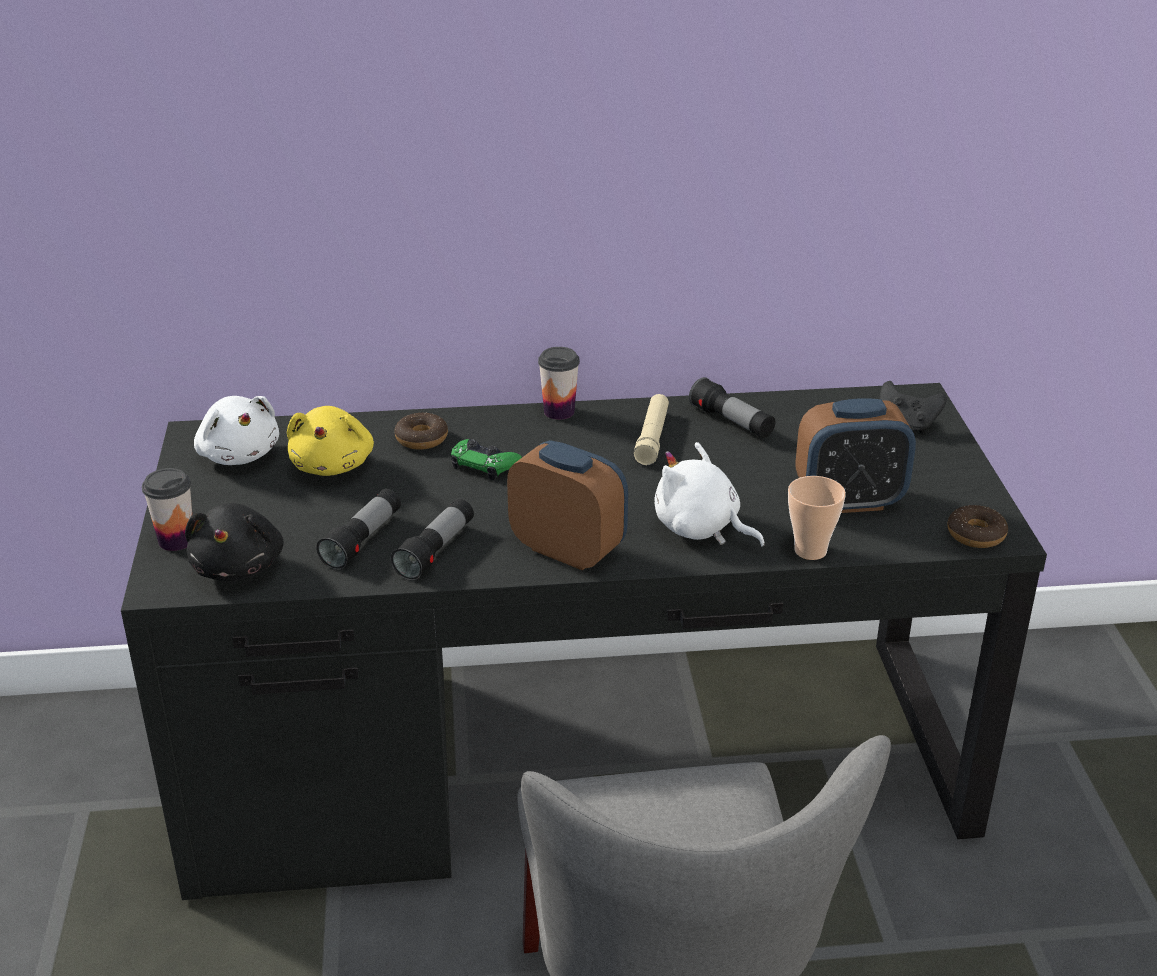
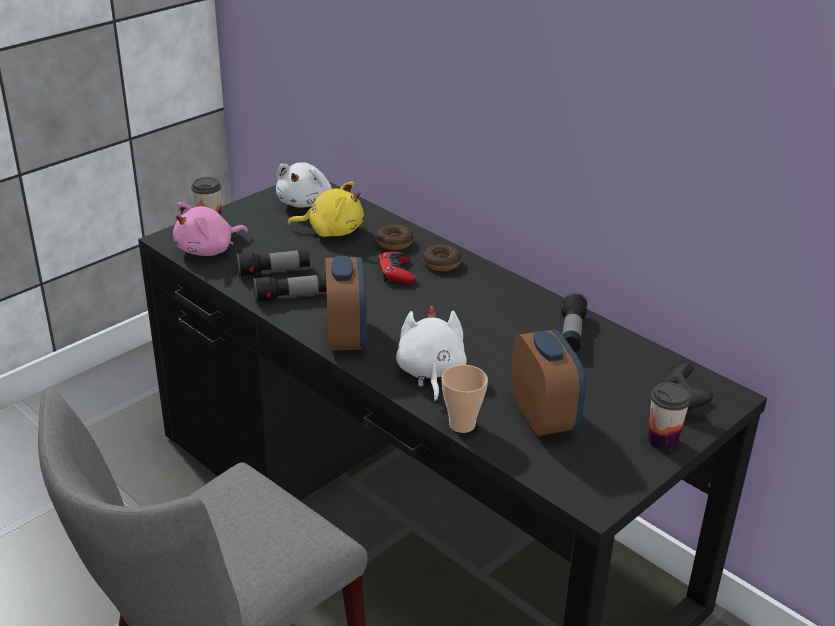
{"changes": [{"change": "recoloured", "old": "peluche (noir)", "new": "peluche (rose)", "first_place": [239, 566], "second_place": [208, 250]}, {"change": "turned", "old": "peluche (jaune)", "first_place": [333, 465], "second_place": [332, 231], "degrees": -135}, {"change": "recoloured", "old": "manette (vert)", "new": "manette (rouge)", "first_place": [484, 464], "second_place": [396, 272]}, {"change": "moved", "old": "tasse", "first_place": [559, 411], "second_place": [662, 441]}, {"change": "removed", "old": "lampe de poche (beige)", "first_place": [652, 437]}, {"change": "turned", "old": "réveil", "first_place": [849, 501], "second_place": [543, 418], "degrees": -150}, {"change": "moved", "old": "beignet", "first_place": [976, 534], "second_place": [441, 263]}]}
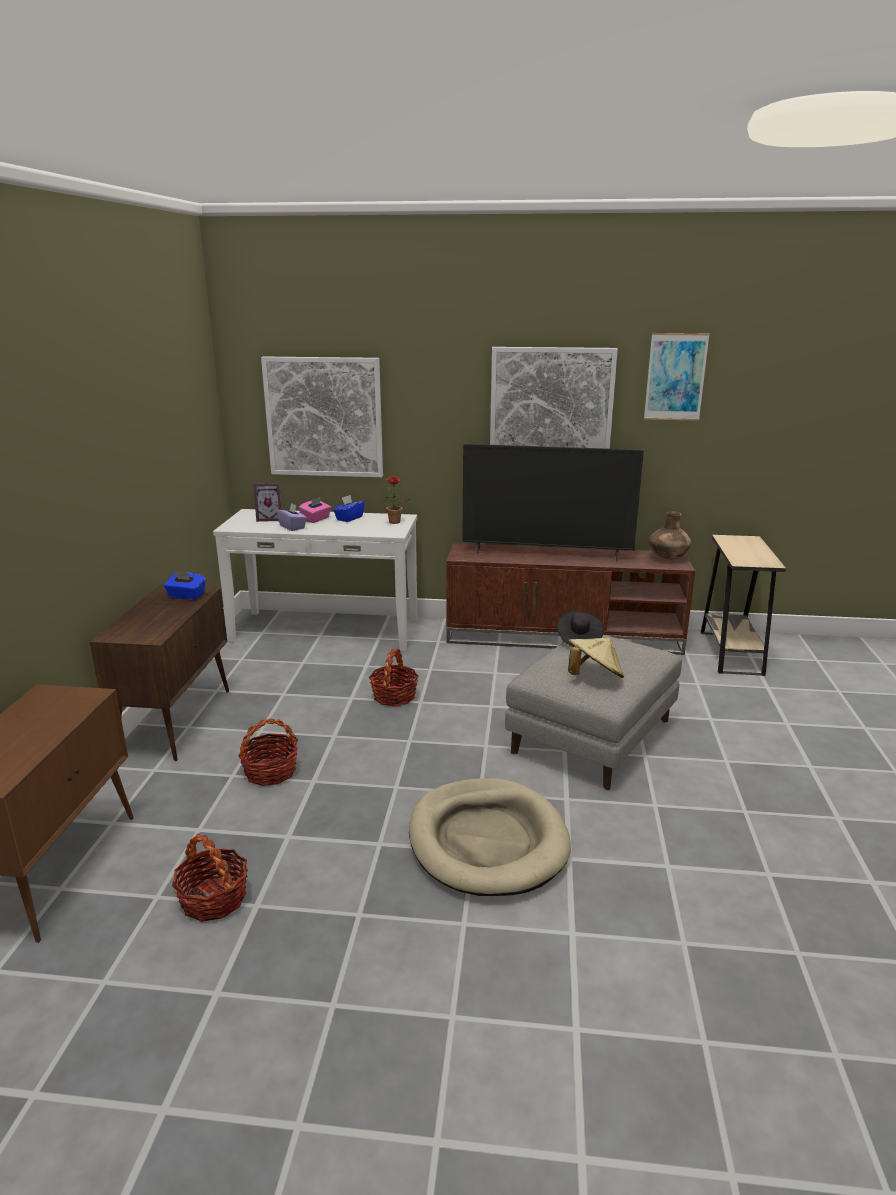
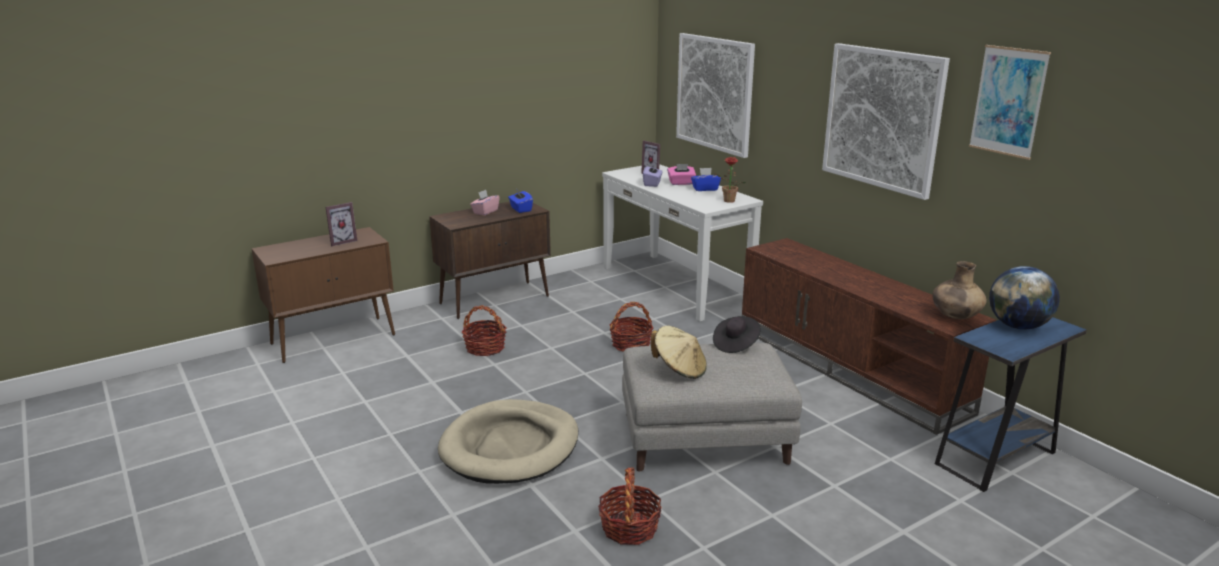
{"changes": [{"change": "moved", "old": "panier", "first_place": [213, 899], "second_place": [629, 528]}, {"change": "removed", "old": "téléviseur", "first_place": [546, 554]}, {"change": "recoloured", "old": "table d'appoint (beige)", "new": "table d'appoint (bleu)", "first_place": [731, 653], "second_place": [995, 458]}, {"change": "added", "new": "cadre photo", "second_place": [341, 241]}, {"change": "added", "new": "boîte à mouchoirs (rose)", "second_place": [485, 212]}, {"change": "added", "new": "globe", "second_place": [1018, 326]}]}
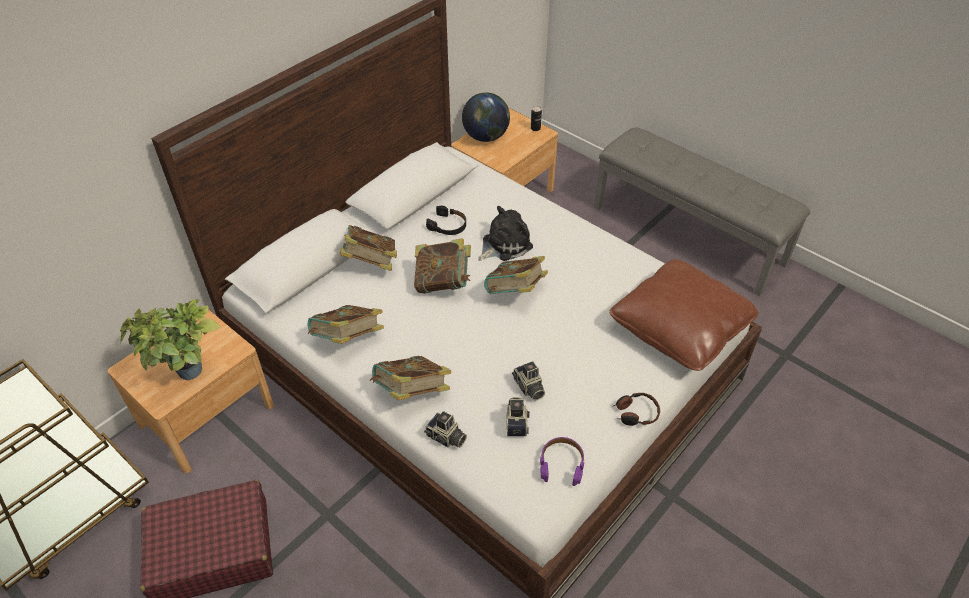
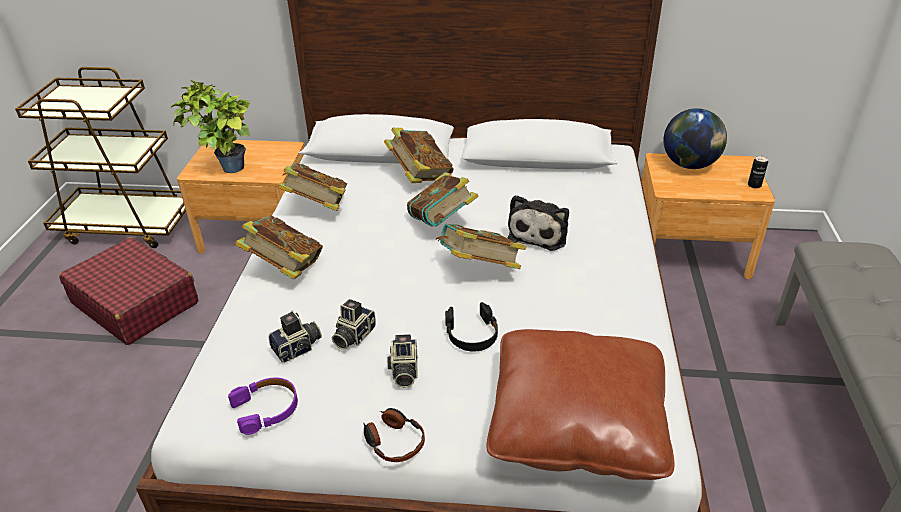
{"changes": [{"change": "moved", "old": "appareil photo", "first_place": [446, 438], "second_place": [403, 371]}, {"change": "moved", "old": "casque audio (noir)", "first_place": [448, 225], "second_place": [472, 334]}, {"change": "turned", "old": "peluche", "first_place": [504, 244], "second_place": [539, 233], "degrees": 90}]}
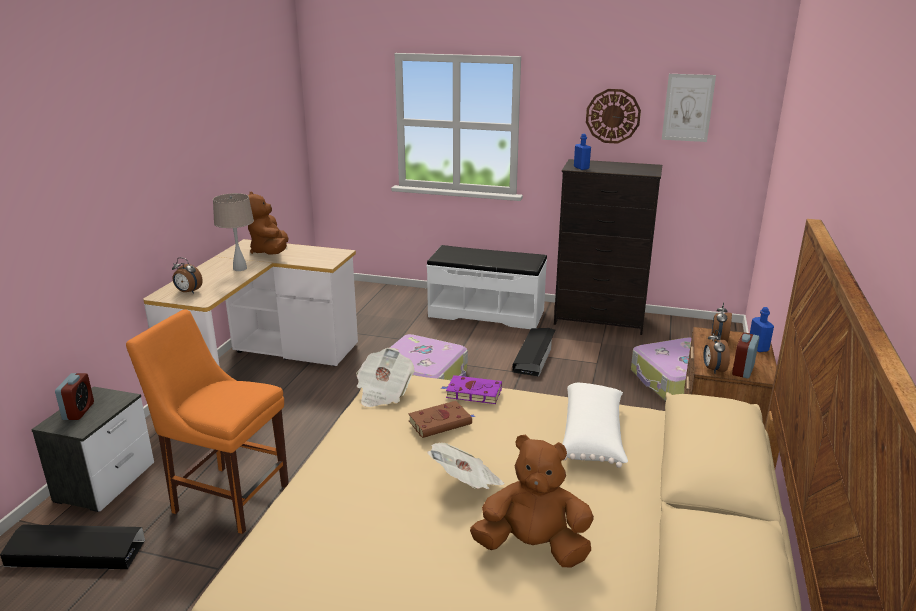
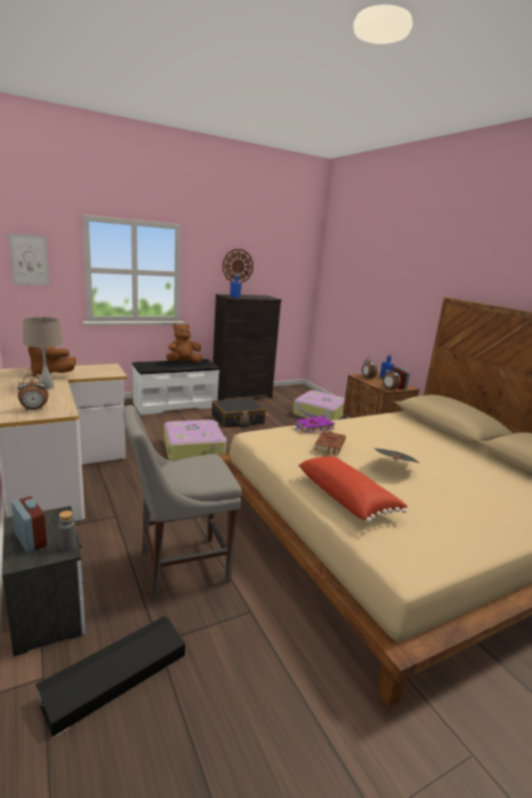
{"changes": [{"change": "recoloured", "old": "chaise (orange)", "new": "chaise (gris)", "first_place": [227, 496], "second_place": [179, 567]}, {"change": "removed", "old": "journal", "first_place": [383, 392]}, {"change": "moved", "old": "peluche (marron)", "first_place": [533, 547], "second_place": [183, 362]}, {"change": "replaced", "old": "boîte de rangement (noir)", "new": "valise (noir)", "first_place": [535, 355], "second_place": [237, 420]}, {"change": "removed", "old": "coussin (blanc)", "first_place": [593, 436]}, {"change": "moved", "old": "tableau", "first_place": [688, 108], "second_place": [29, 260]}, {"change": "added", "new": "bouteille (gris)", "second_place": [68, 547]}, {"change": "added", "new": "coussin (rouge)", "second_place": [347, 498]}]}
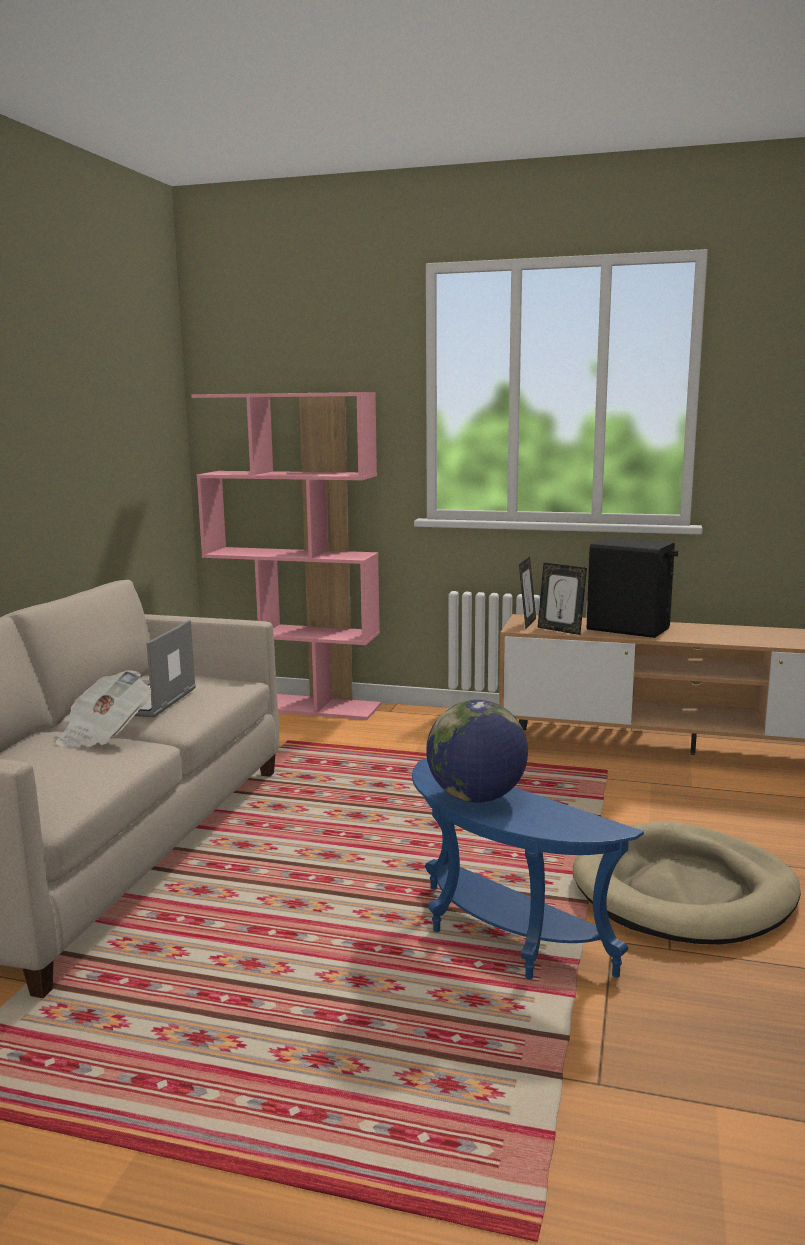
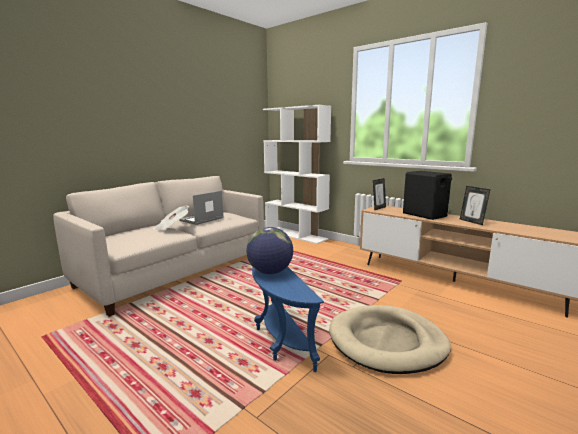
{"changes": [{"change": "recoloured", "old": "bibliothèque (rose)", "new": "bibliothèque (blanc)", "first_place": [297, 705], "second_place": [296, 235]}, {"change": "moved", "old": "cadre photo", "first_place": [560, 630], "second_place": [472, 222]}]}
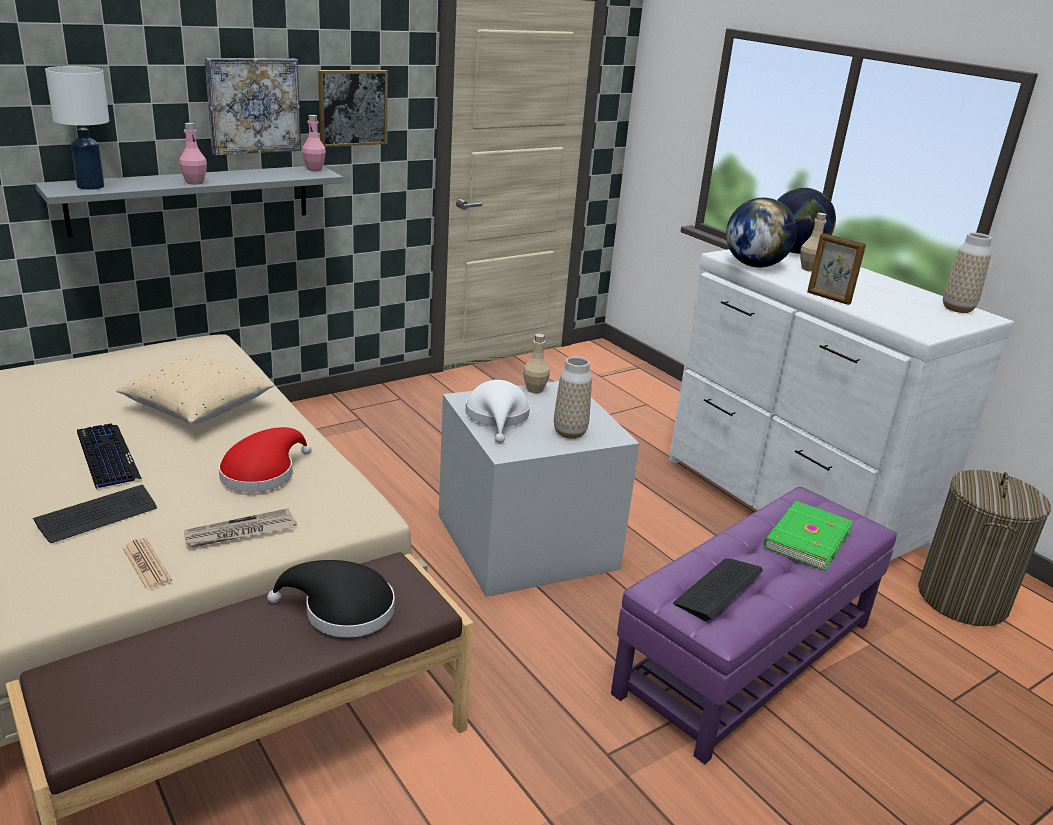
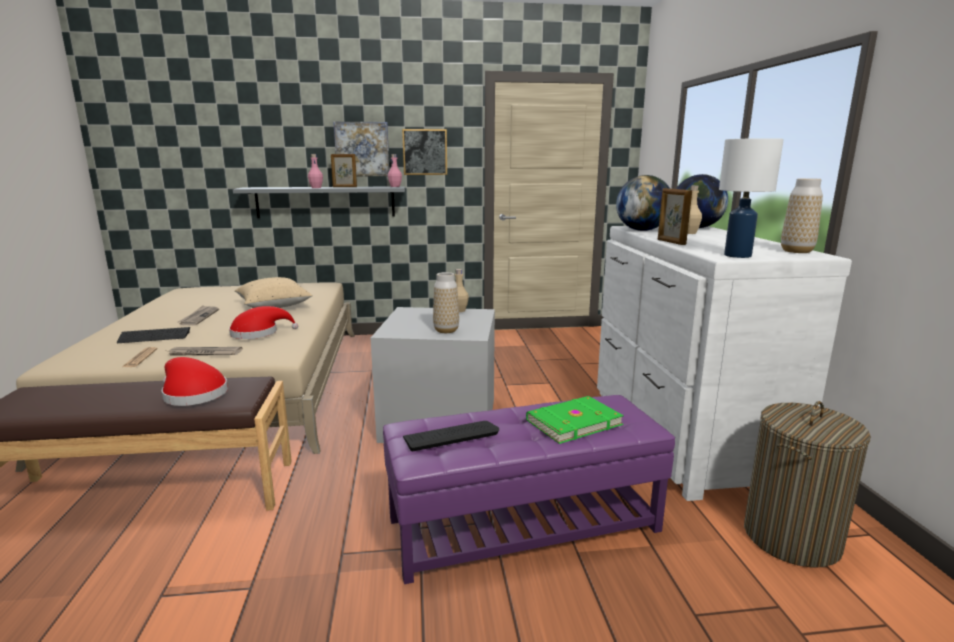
{"changes": [{"change": "moved", "old": "lampe de table (blanc)", "first_place": [89, 186], "second_place": [736, 255]}, {"change": "replaced", "old": "clavier", "new": "journal", "first_place": [107, 456], "second_place": [199, 317]}, {"change": "recoloured", "old": "chapeau (noir)", "new": "chapeau (rouge)", "first_place": [342, 611], "second_place": [192, 394]}, {"change": "removed", "old": "chapeau (blanc)", "first_place": [497, 417]}, {"change": "added", "new": "cadre photo", "second_place": [344, 187]}]}
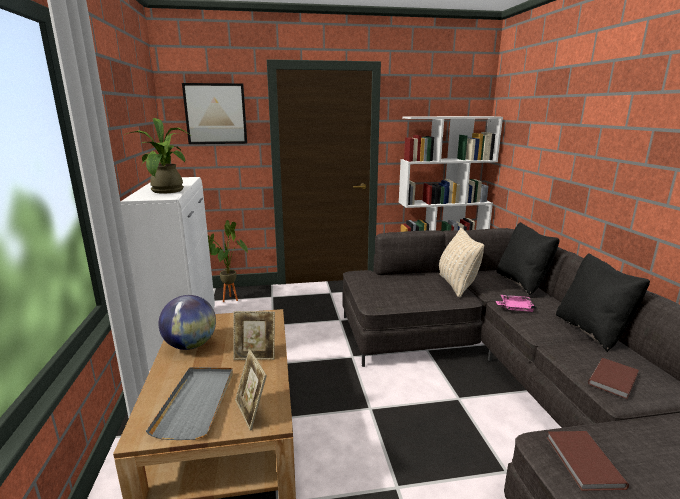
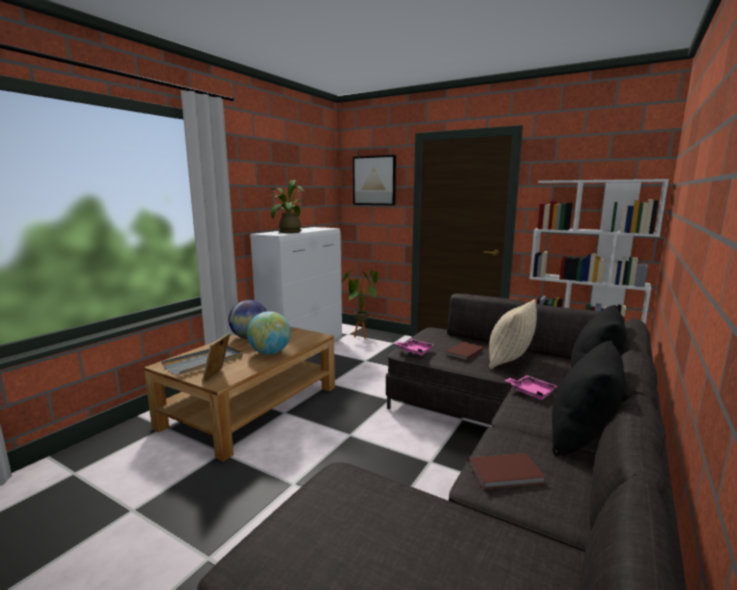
{"changes": [{"change": "replaced", "old": "cadre photo", "new": "globe", "first_place": [255, 355], "second_place": [270, 352]}, {"change": "moved", "old": "livre (marron)", "first_place": [582, 462], "second_place": [463, 352]}, {"change": "added", "new": "plateau (rose)", "second_place": [415, 351]}]}
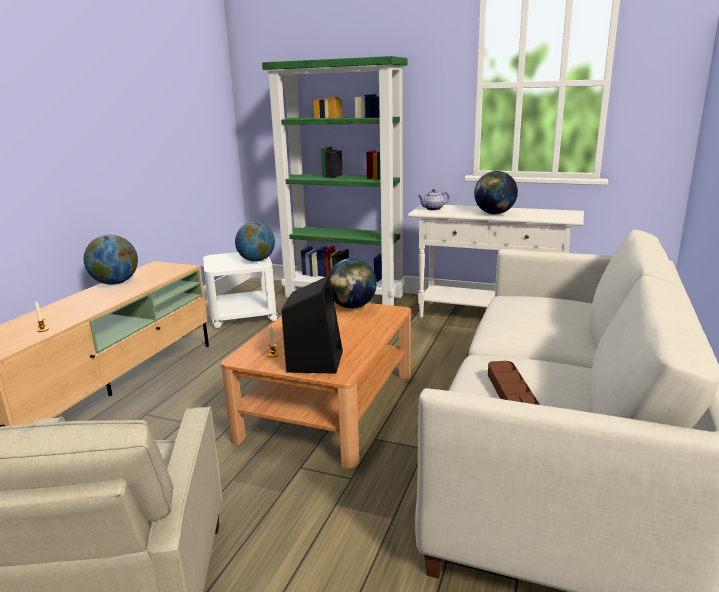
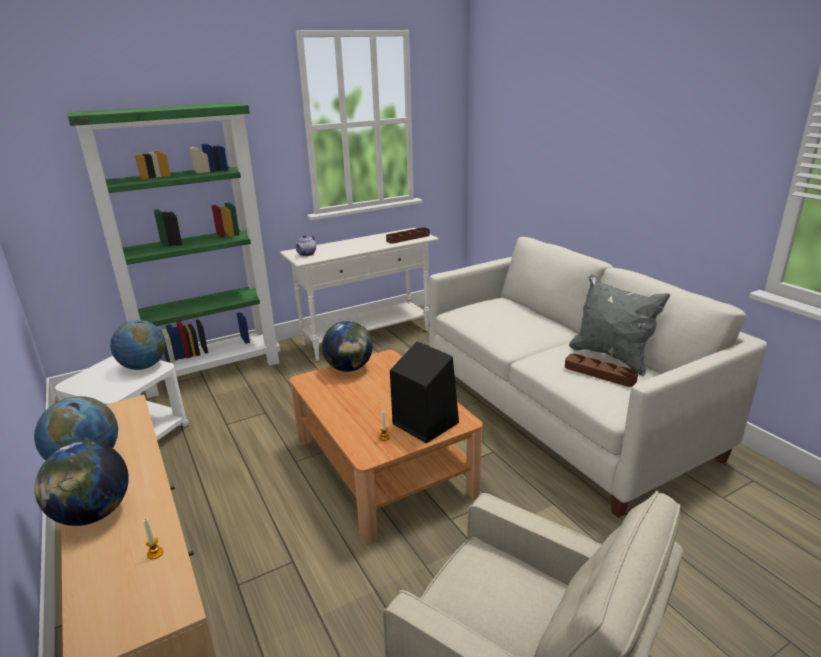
{"changes": [{"change": "moved", "old": "globe", "first_place": [494, 214], "second_place": [93, 514]}, {"change": "added", "new": "plateau (marron)", "second_place": [408, 238]}, {"change": "added", "new": "coussin (gris)", "second_place": [611, 357]}]}
